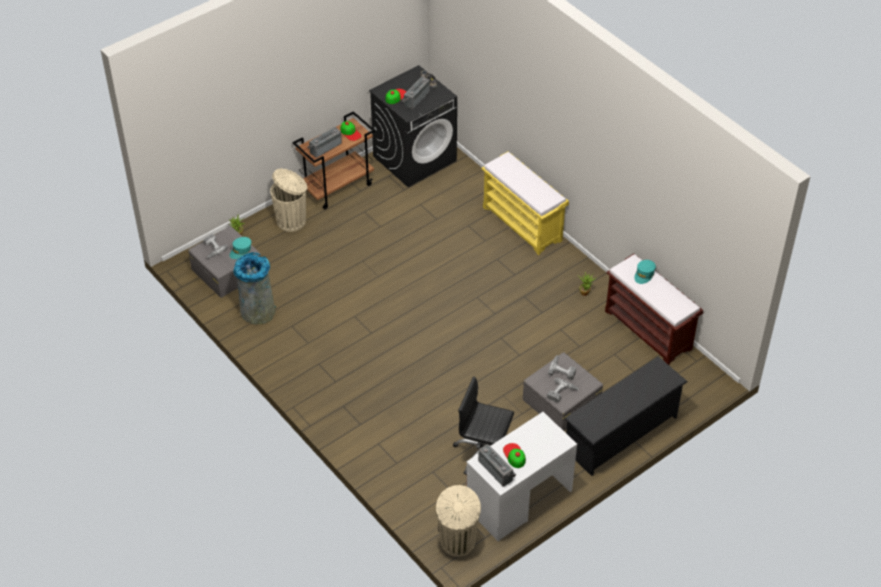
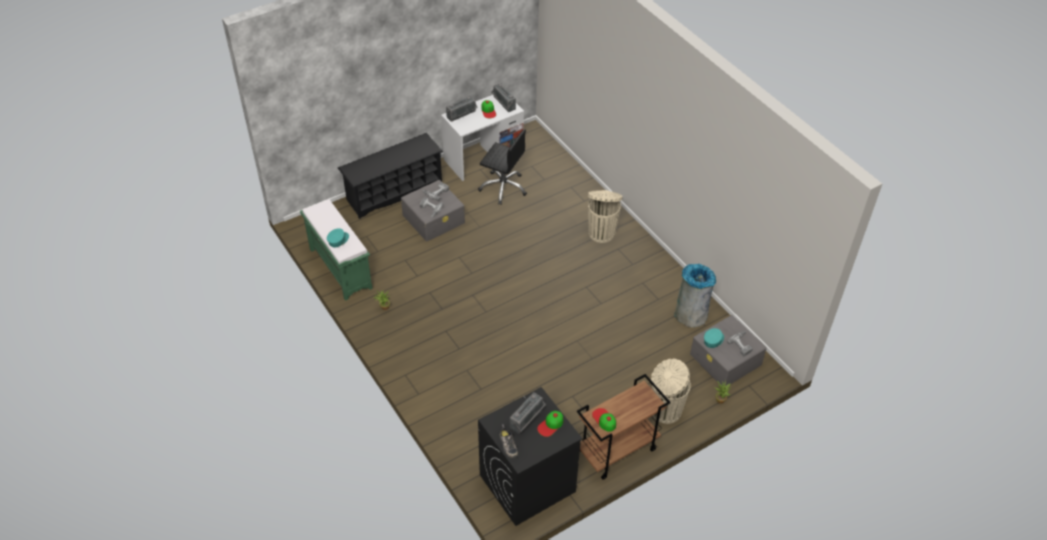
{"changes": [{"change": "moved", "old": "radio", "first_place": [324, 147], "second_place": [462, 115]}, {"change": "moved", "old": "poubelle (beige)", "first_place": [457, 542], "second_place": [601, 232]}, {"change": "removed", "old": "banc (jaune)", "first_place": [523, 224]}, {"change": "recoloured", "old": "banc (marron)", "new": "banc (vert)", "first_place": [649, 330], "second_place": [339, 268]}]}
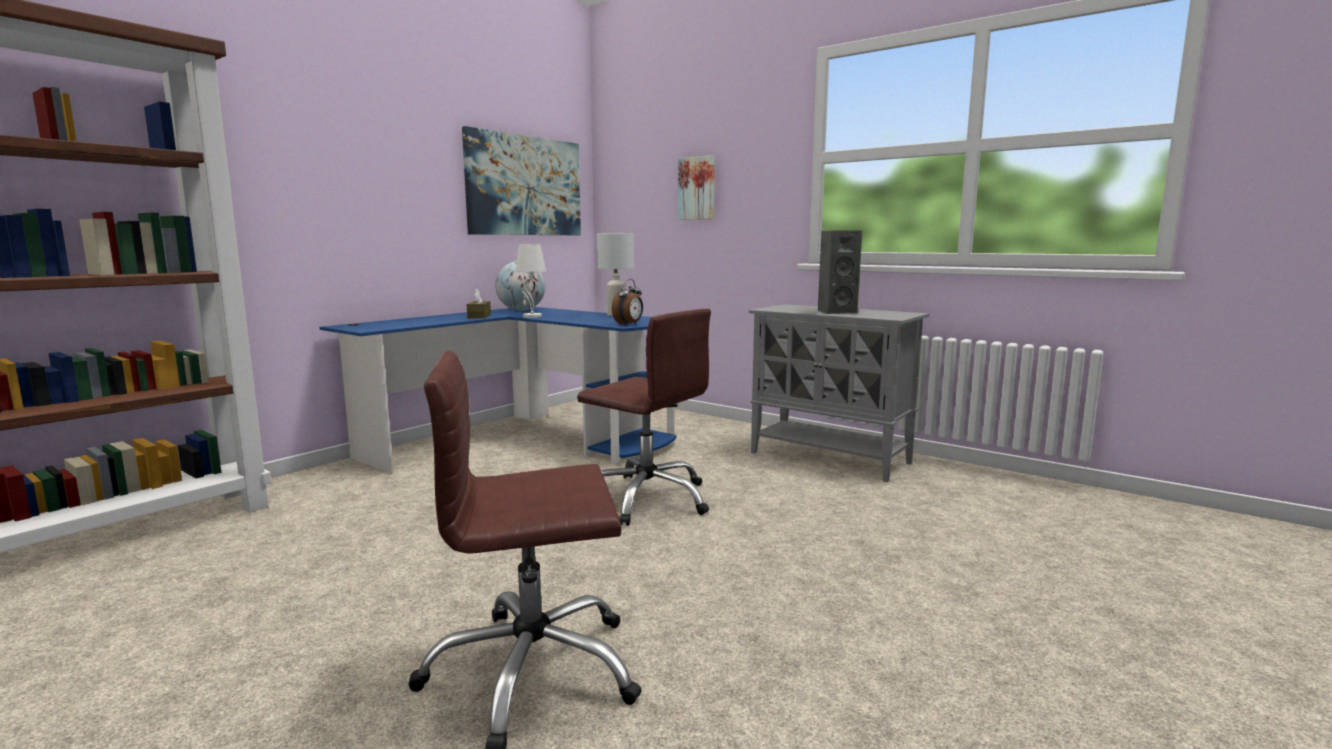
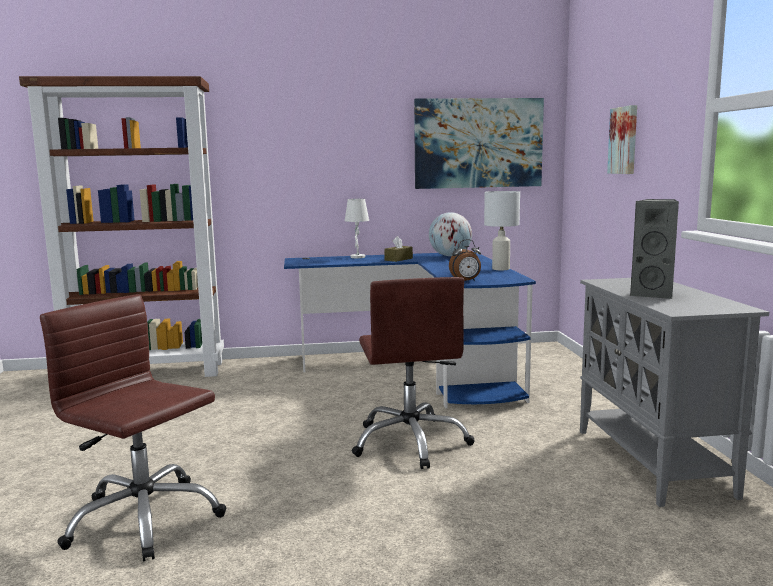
{"changes": [{"change": "moved", "old": "lampe de table (blanc)", "first_place": [531, 316], "second_place": [357, 257]}]}
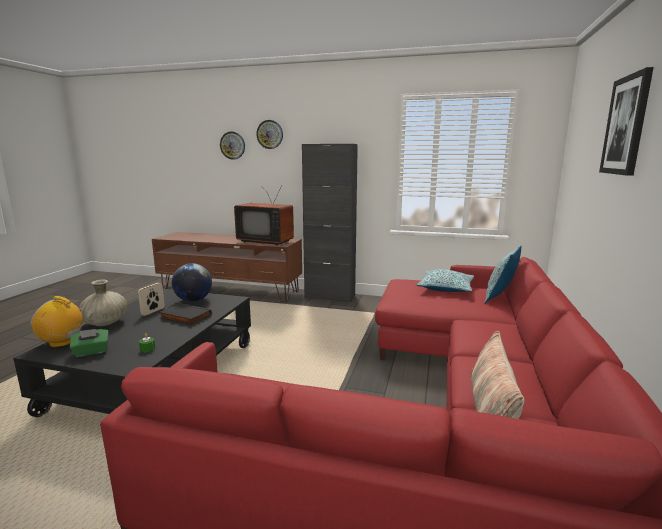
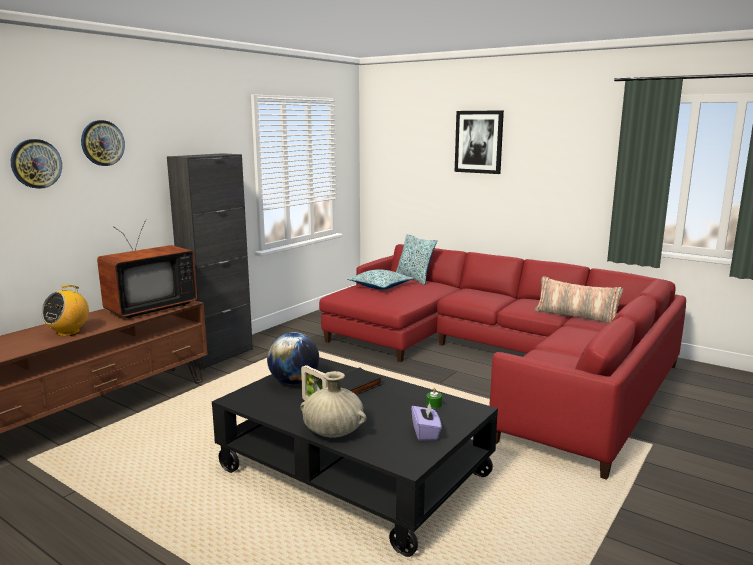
{"changes": [{"change": "moved", "old": "radio", "first_place": [62, 342], "second_place": [68, 332]}, {"change": "recoloured", "old": "boîte à mouchoirs (vert)", "new": "boîte à mouchoirs (violet)", "first_place": [91, 352], "second_place": [425, 433]}]}
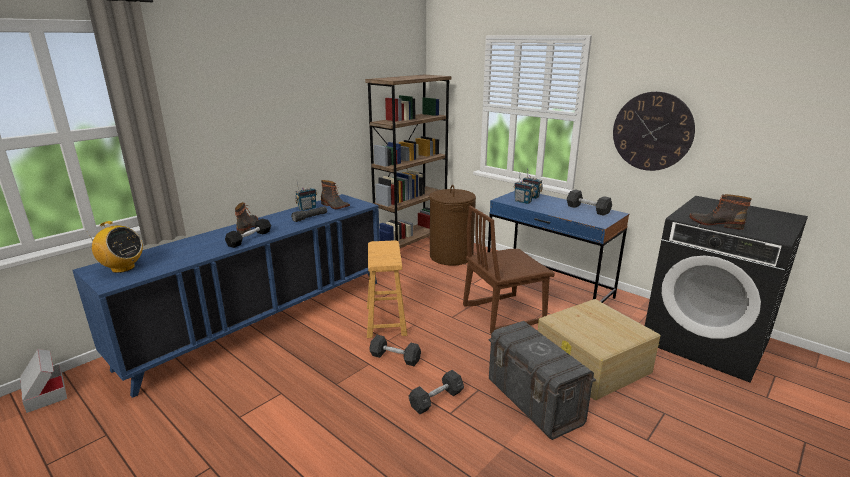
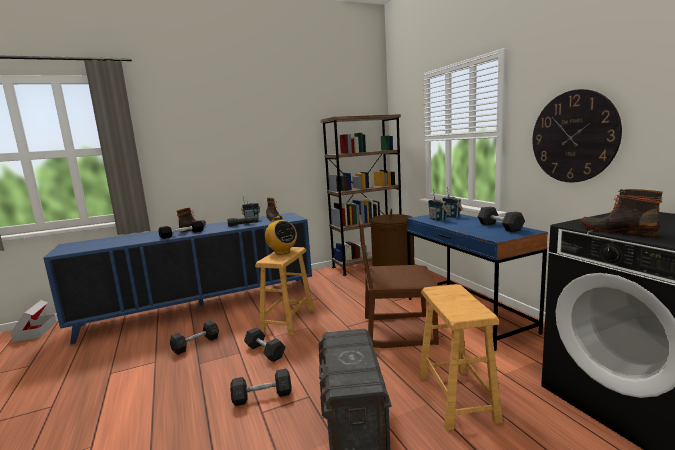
{"changes": [{"change": "moved", "old": "radio", "first_place": [122, 268], "second_place": [282, 252]}, {"change": "replaced", "old": "boîte de rangement (beige)", "new": "tabouret (marron)", "first_place": [592, 363], "second_place": [457, 398]}, {"change": "added", "new": "haltère (gris)", "second_place": [196, 344]}]}
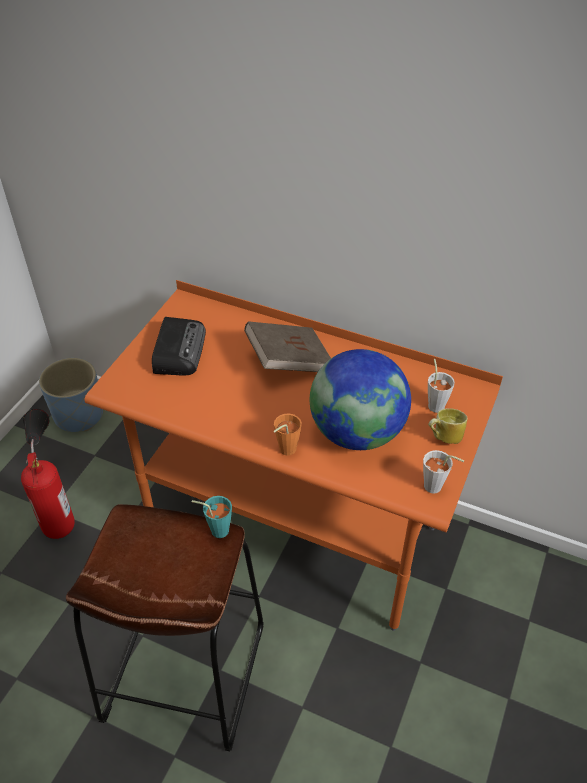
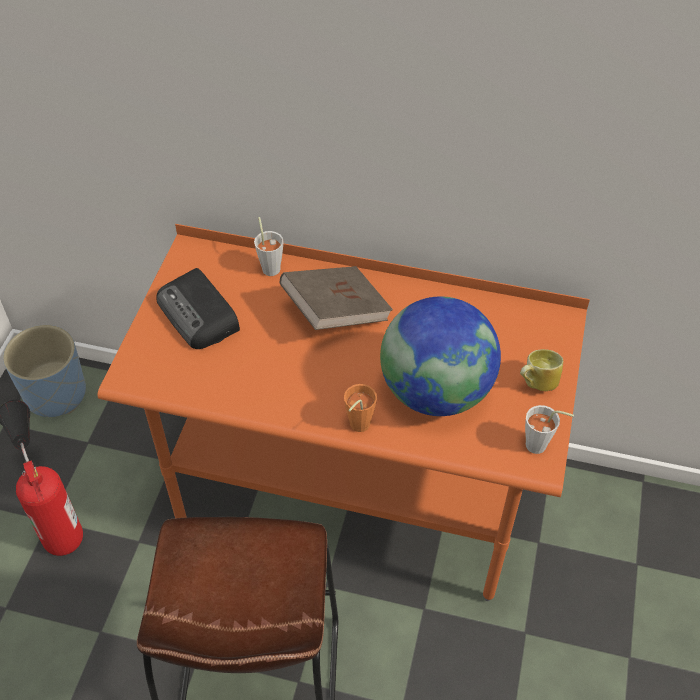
{"changes": [{"change": "turned", "old": "radio", "first_place": [179, 350], "second_place": [199, 315], "degrees": 150}, {"change": "removed", "old": "tasse (turquoise)", "first_place": [215, 529]}, {"change": "moved", "old": "tasse (gris)", "first_place": [435, 403], "second_place": [270, 266]}]}
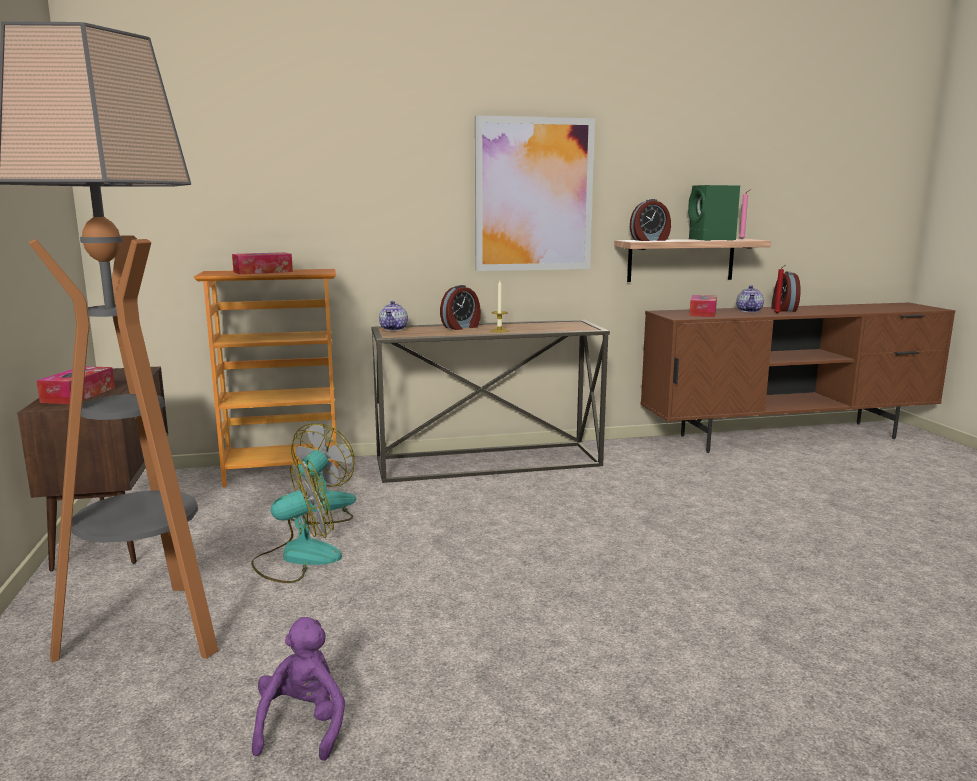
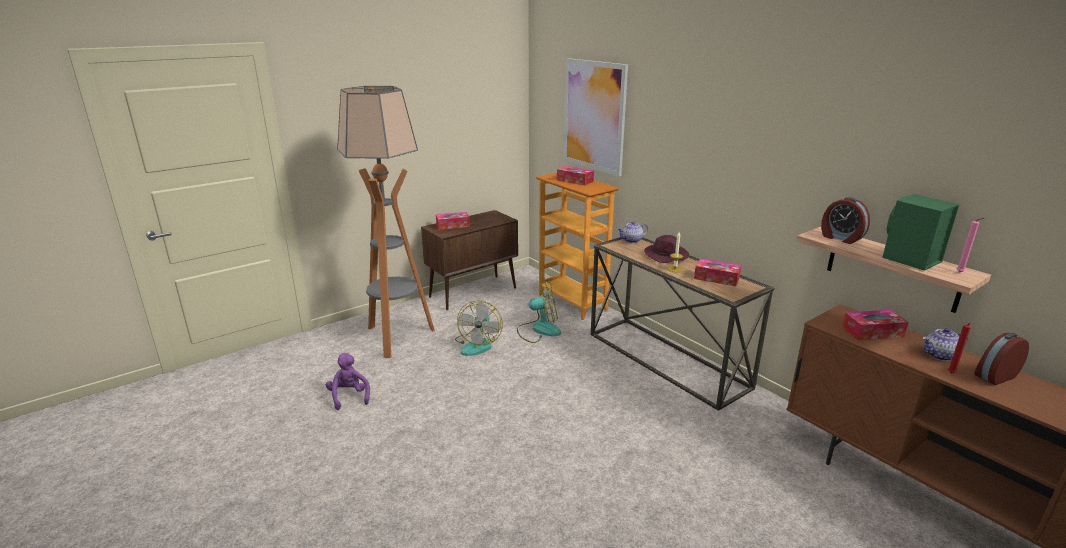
{"changes": [{"change": "turned", "old": "ventilateur", "first_place": [297, 558], "second_place": [478, 344], "degrees": 60}, {"change": "turned", "old": "peluche (violet)", "first_place": [303, 725], "second_place": [349, 396], "degrees": -90}, {"change": "replaced", "old": "réveil", "new": "chapeau (violet)", "first_place": [461, 327], "second_place": [667, 256]}, {"change": "moved", "old": "tableau", "first_place": [533, 195], "second_place": [594, 116]}, {"change": "added", "new": "boîte à mouchoirs", "second_place": [716, 278]}]}
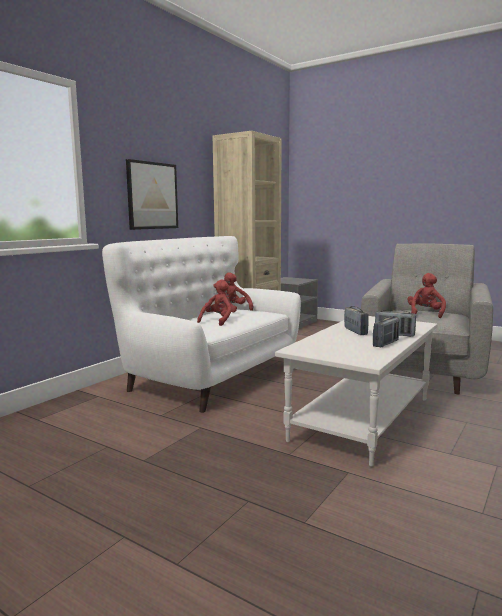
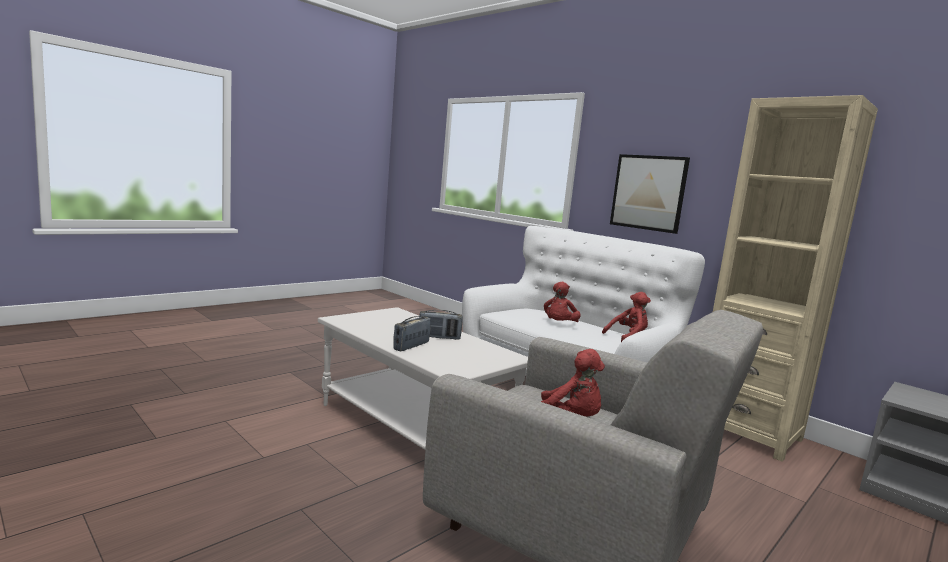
{"changes": [{"change": "turned", "old": "peluche (rouge)", "first_place": [218, 321], "second_place": [559, 324], "degrees": 75}, {"change": "removed", "old": "radio", "first_place": [386, 343]}]}
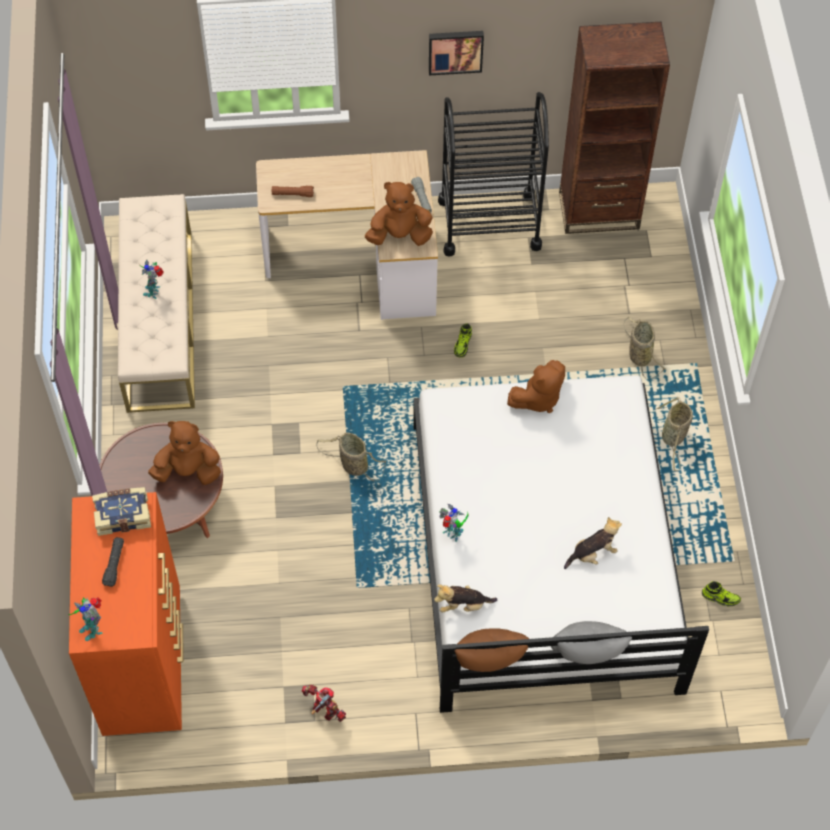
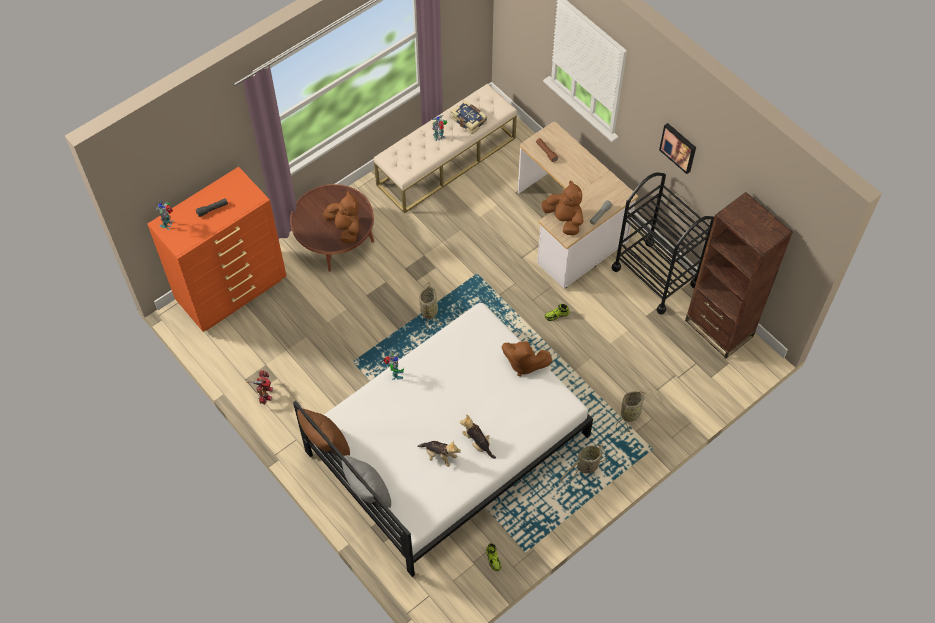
{"changes": [{"change": "moved", "old": "livre", "first_place": [122, 514], "second_place": [469, 120]}, {"change": "moved", "old": "peluche", "first_place": [463, 605], "second_place": [477, 443]}]}
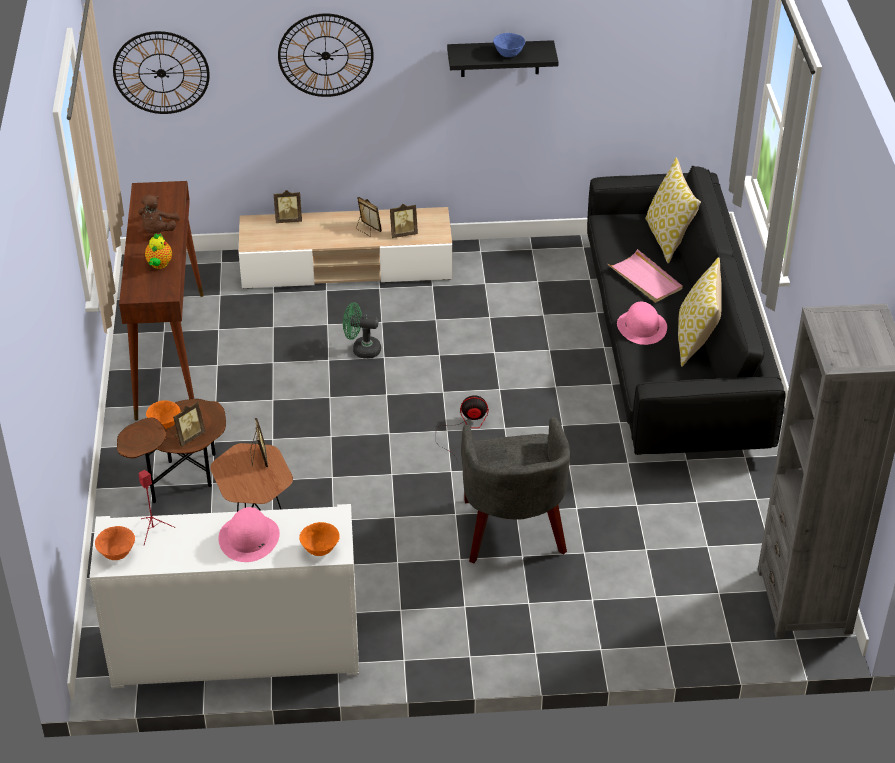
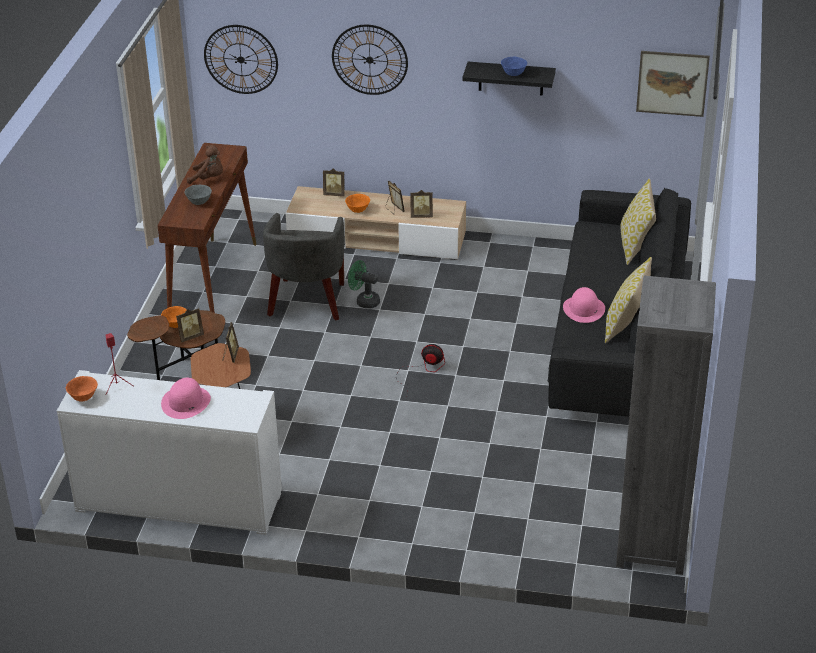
{"changes": [{"change": "turned", "old": "peluche (marron)", "first_place": [158, 231], "second_place": [208, 178], "degrees": -105}, {"change": "replaced", "old": "théière", "new": "bol (gris)", "first_place": [159, 265], "second_place": [199, 202]}, {"change": "moved", "old": "bol (orange)", "first_place": [320, 550], "second_place": [358, 210]}, {"change": "moved", "old": "fauteuil (gris)", "first_place": [512, 531], "second_place": [307, 302]}, {"change": "removed", "old": "plateau (rose)", "first_place": [645, 279]}, {"change": "added", "new": "tableau", "second_place": [672, 83]}]}
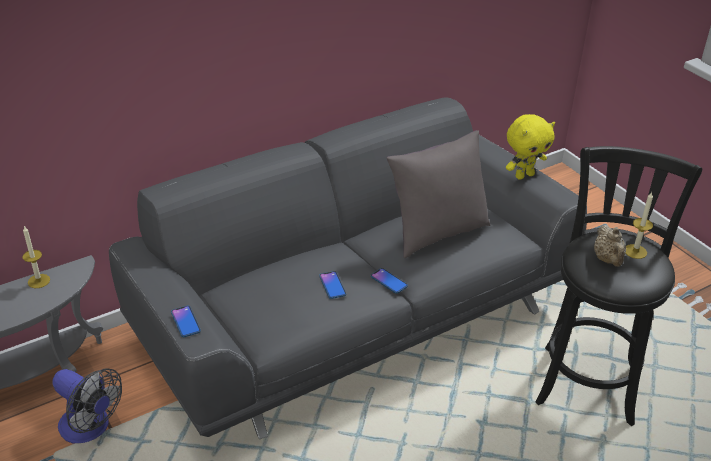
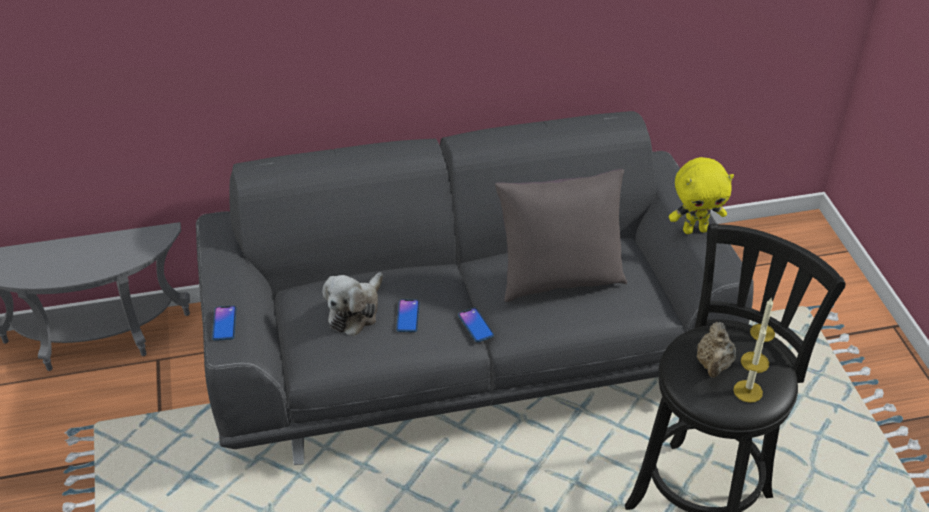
{"changes": [{"change": "moved", "old": "bougie", "first_place": [39, 281], "second_place": [748, 391]}, {"change": "removed", "old": "ventilateur", "first_place": [90, 428]}, {"change": "added", "new": "peluche", "second_place": [355, 311]}]}
